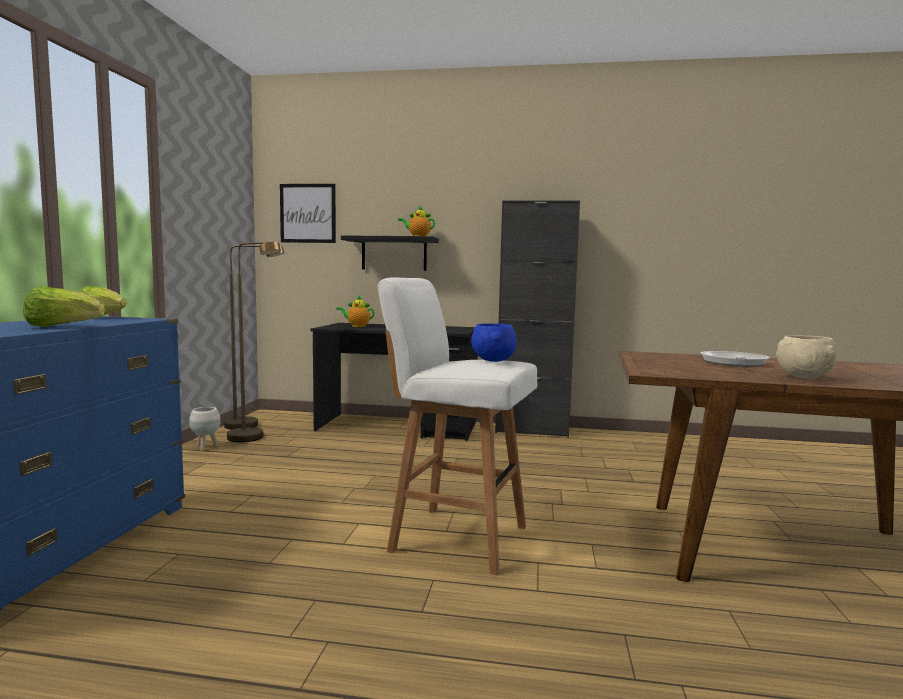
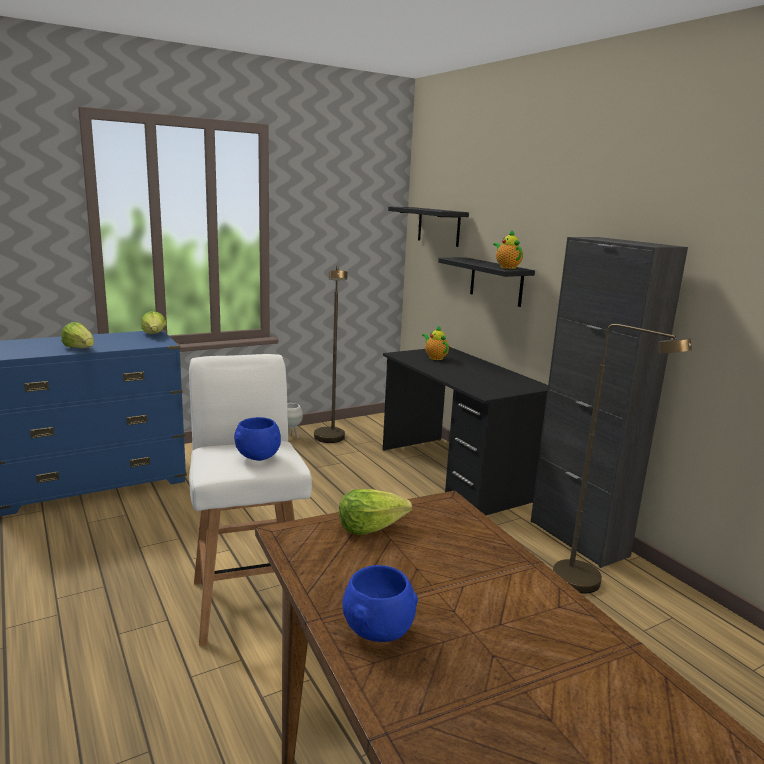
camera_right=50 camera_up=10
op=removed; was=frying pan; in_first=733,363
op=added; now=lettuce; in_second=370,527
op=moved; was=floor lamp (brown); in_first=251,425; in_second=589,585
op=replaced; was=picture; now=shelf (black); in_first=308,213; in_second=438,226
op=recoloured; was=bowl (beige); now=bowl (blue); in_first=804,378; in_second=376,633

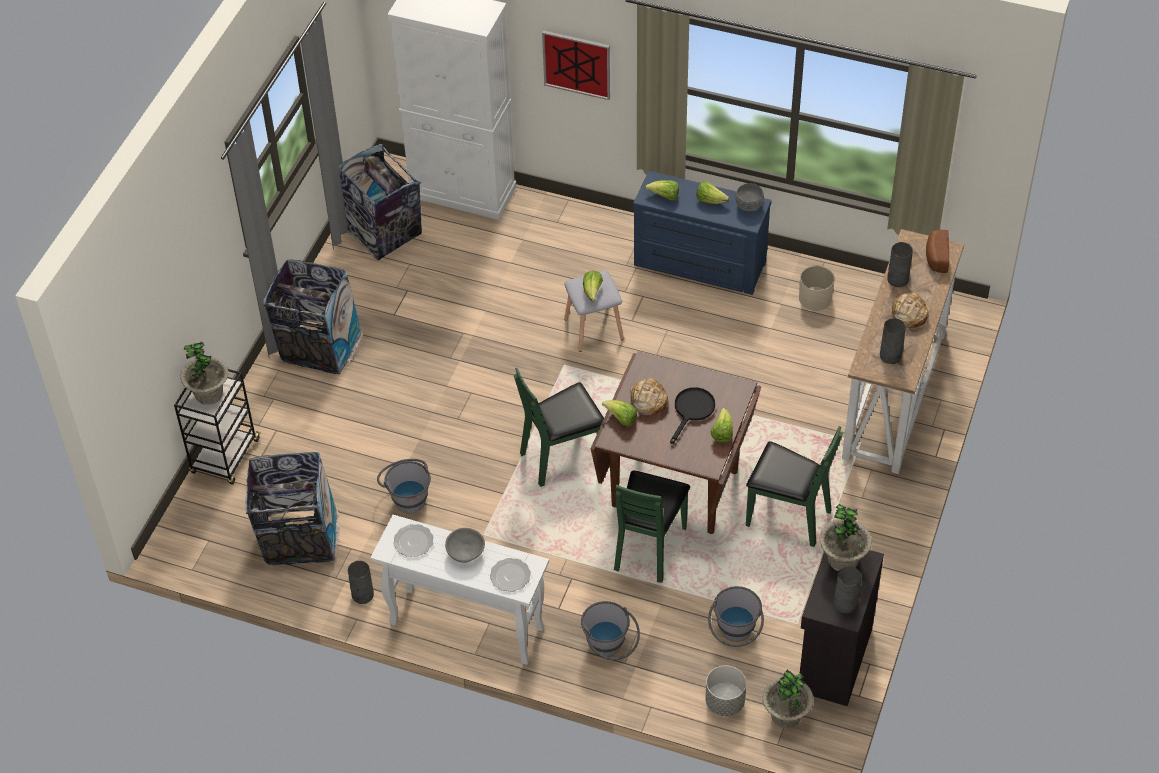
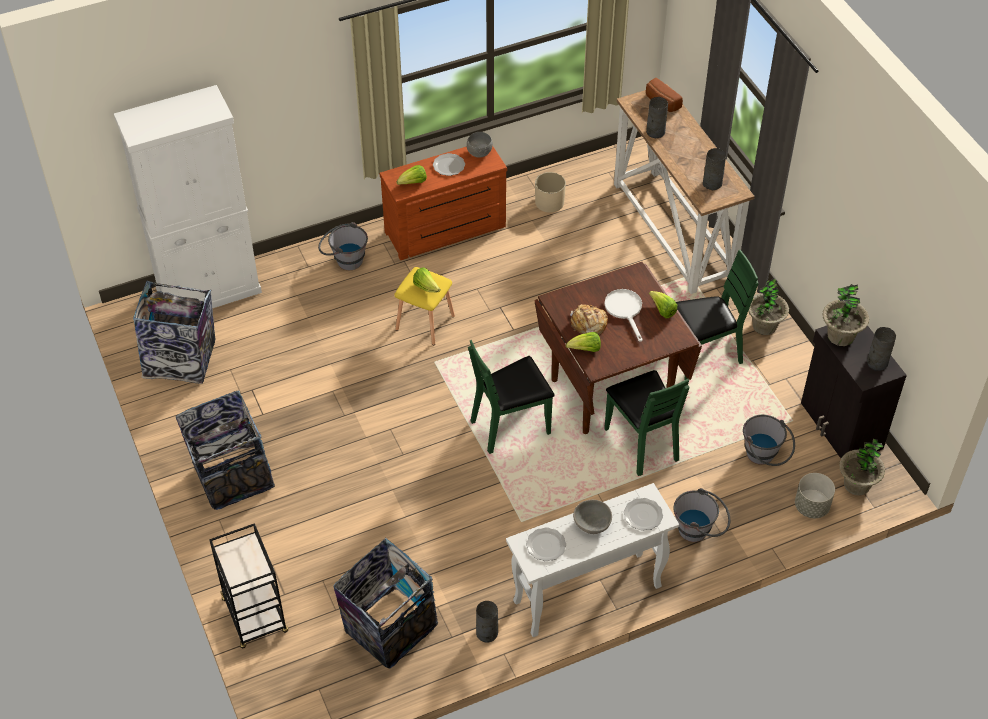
camera_right=-45 camera_up=0
op=removed; was=picture; in_first=577,64
op=removed; was=bread; in_first=908,315
op=moved; was=potted plant; in_first=209,394; in_second=764,326
op=moved; was=bucket (grey); in_first=407,497; in_second=344,260
op=replaced; was=lettuce; now=plate; in_first=710,200; in_second=448,165
op=recoloured; was=stool (grey); now=stool (yellow); in_first=593,328; in_second=424,323
op=recoloured; was=dresser (blue); now=dresser (brown); in_first=699,266; in_second=446,231
op=recoloured; was=frying pan (black); now=frying pan (white); in_first=692,411; in_second=625,310
op=turned; was=chair (green); in_first=562,457; in_second=510,426; clockwise=45

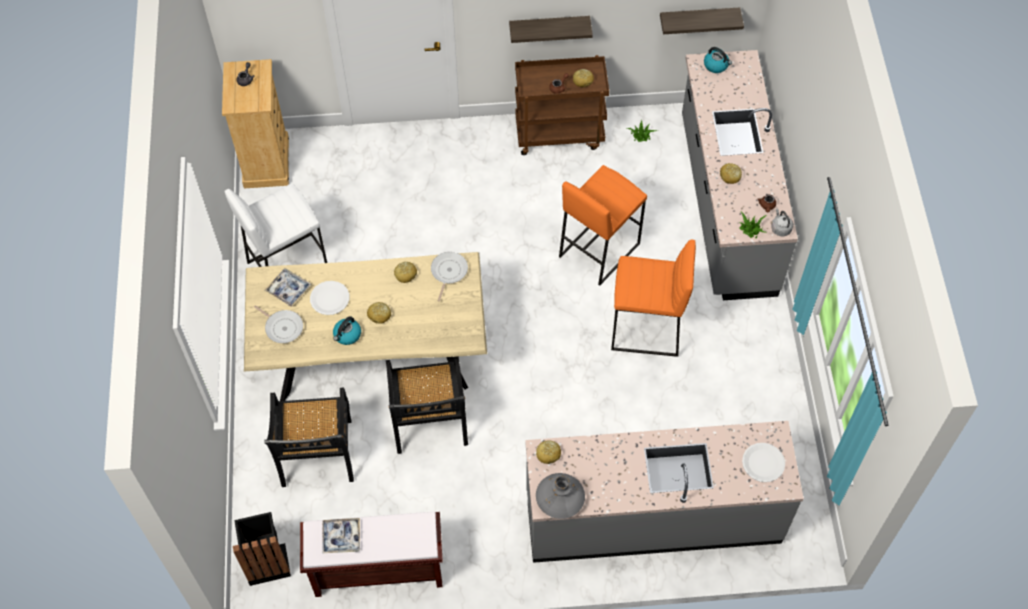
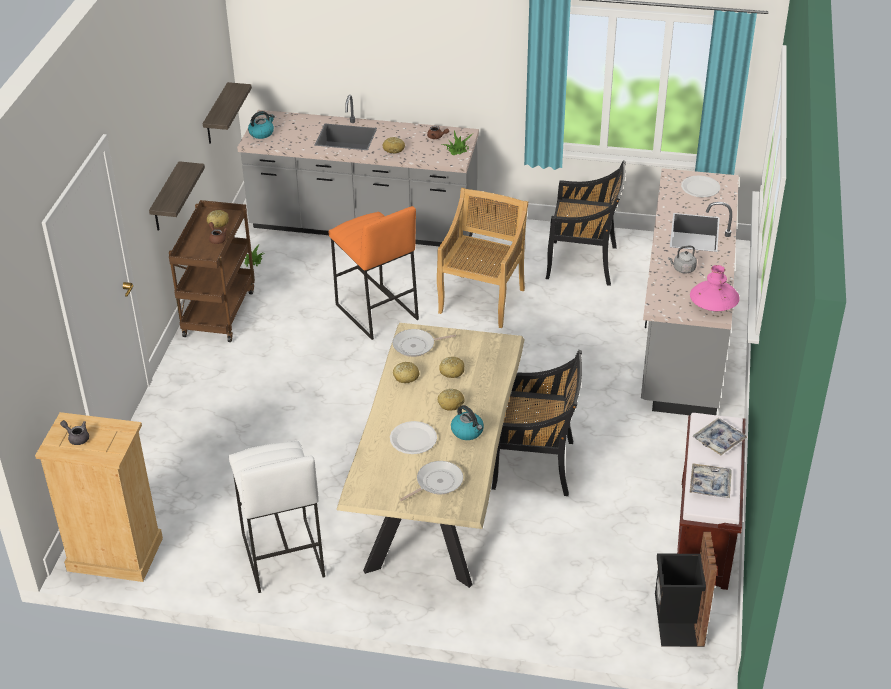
camera_right=-75 camera_up=-20
op=moved; was=chair (black); in_first=317,455; in_second=583,263
op=moved; was=tray; in_first=288,289; in_second=719,440
op=moved; was=bread; in_first=548,454; in_second=452,371
op=moved; was=kettle (grey); in_first=780,228; in_second=682,269
op=replaced; was=stool (orange); now=chair (beige); in_first=646,330; in_second=482,300
op=recoloured; was=vase (grey); now=vase (pink); in_first=560,499; in_second=713,303
op=turned; was=frying pan; in_first=448,272; in_second=416,346; clockwise=-45

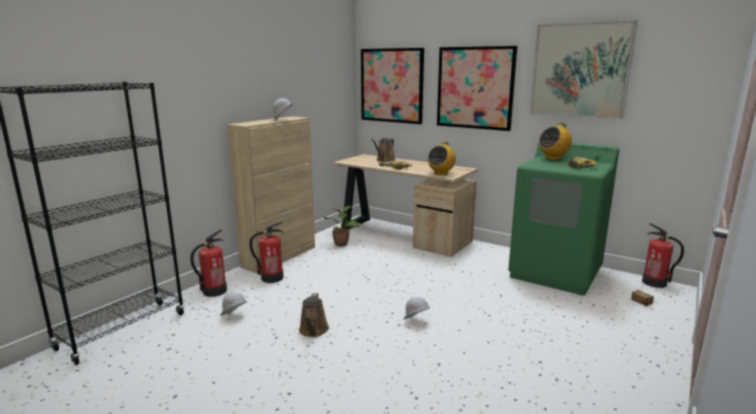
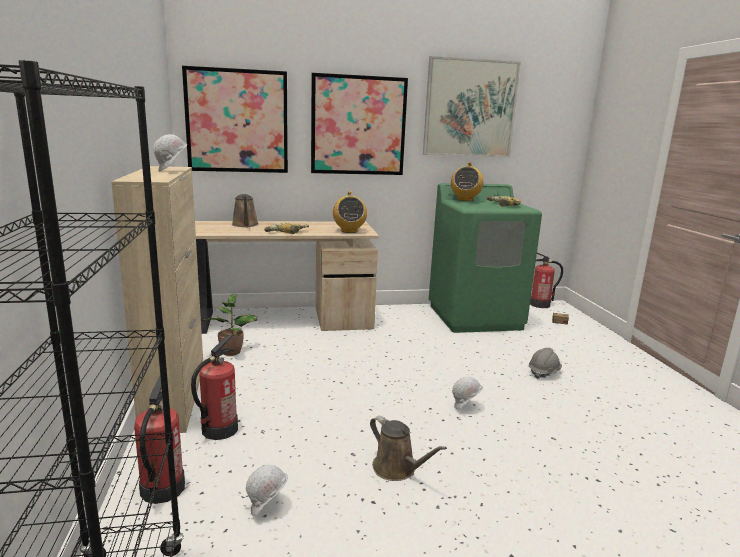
camera_right=-45 camera_up=0
op=added; now=hard hat (grey); in_second=543,373

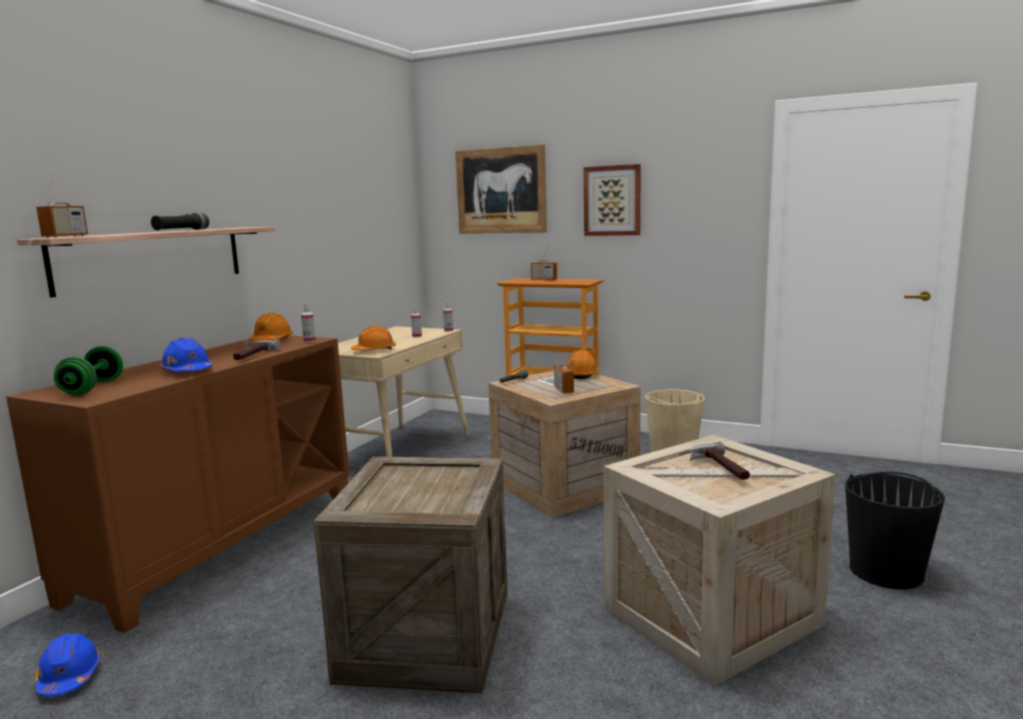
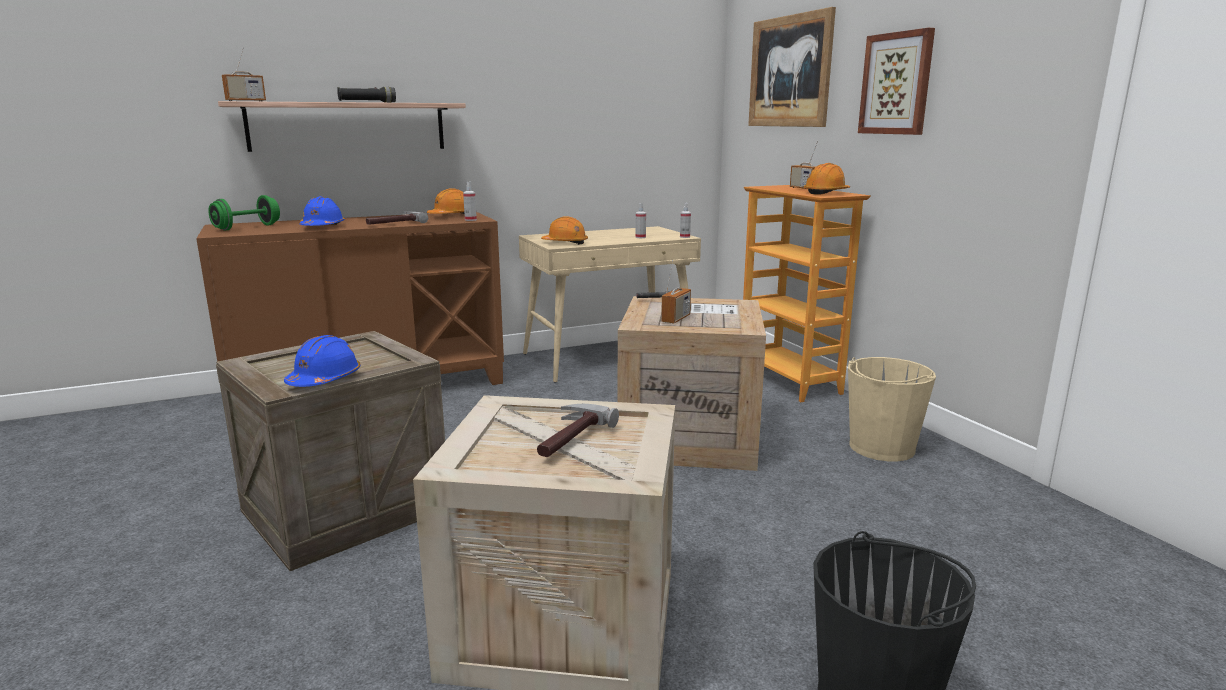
camera_right=40 camera_up=5
op=moved; was=hard hat (blue); in_first=69,677; in_second=324,380
op=moved; was=hard hat (orange); in_first=581,375; in_second=826,193

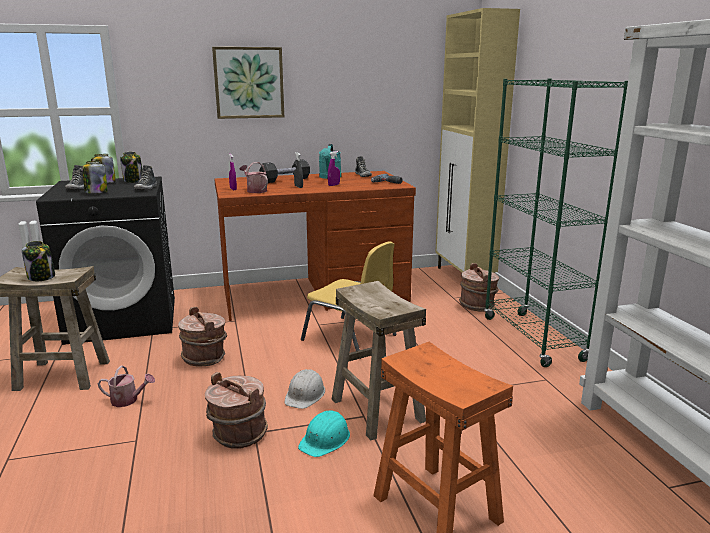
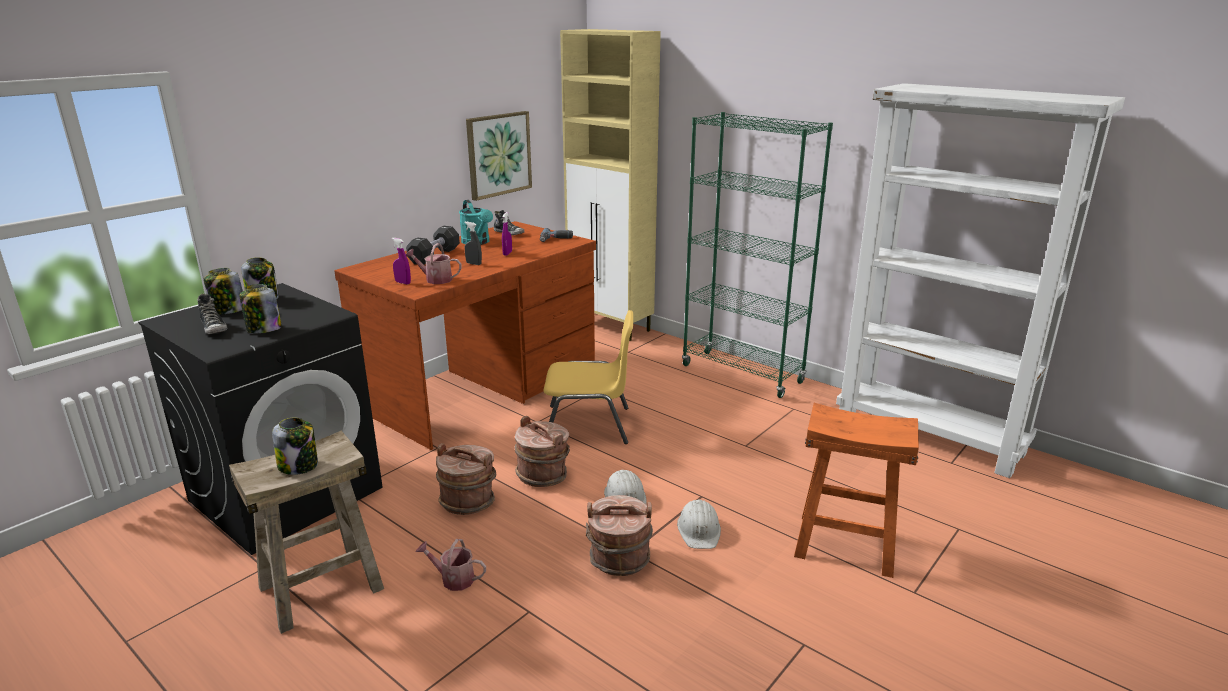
camera_right=-35 camera_up=5
op=removed; was=shoe; in_first=146,188
op=removed; was=stool (beige); in_first=378,410
op=moved; was=picture; in_first=249,83; in_second=498,154
op=moved; was=bucket (brown); in_first=477,306; in_second=543,475
op=recoloured; was=hard hat (turquoise); now=hard hat (white); in_first=325,439; in_second=699,530
op=turned; was=watering can; in_first=128,400; in_second=453,579; clockwise=-135

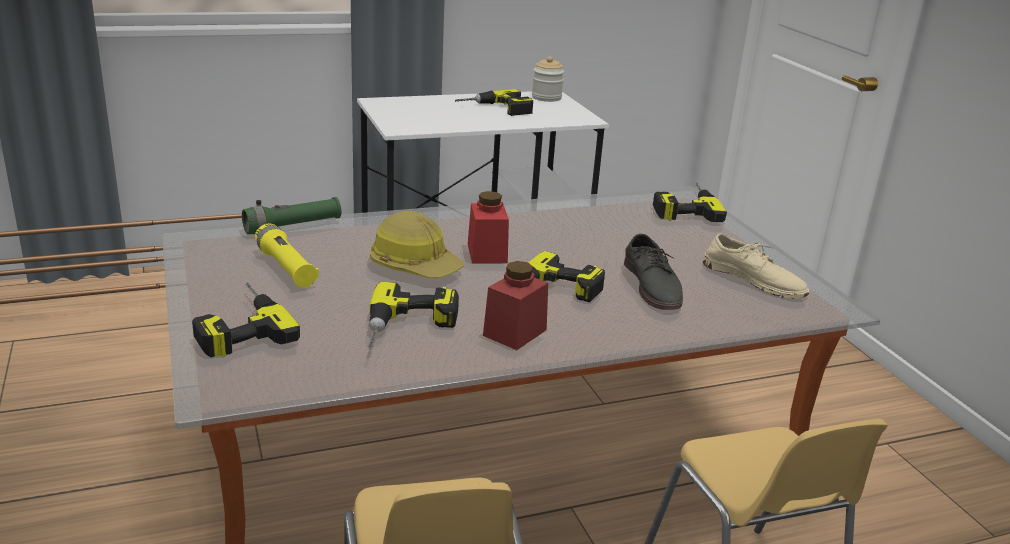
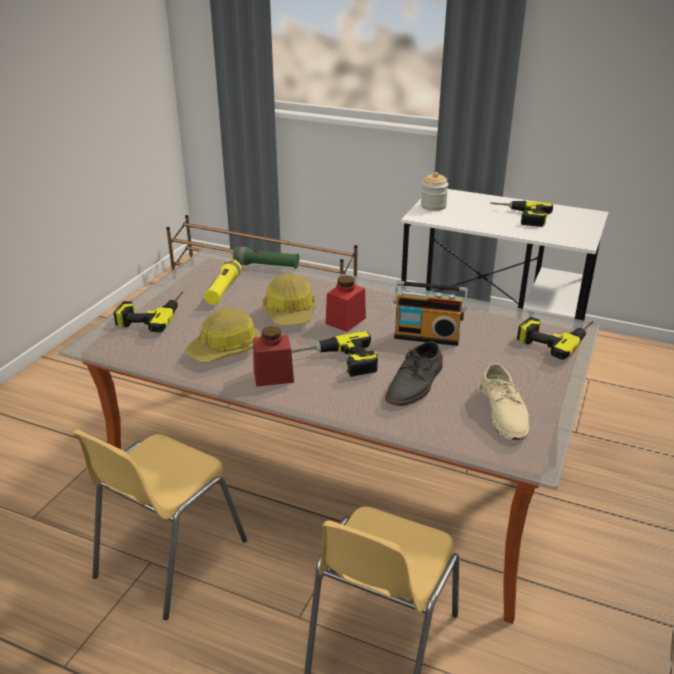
camera_right=45 camera_up=5
op=added; now=radio; in_second=427,336
op=moved; was=jar; in_first=546,98; in_second=433,206
op=replaced; was=power drill; now=hard hat; in_first=410,328; in_second=225,349

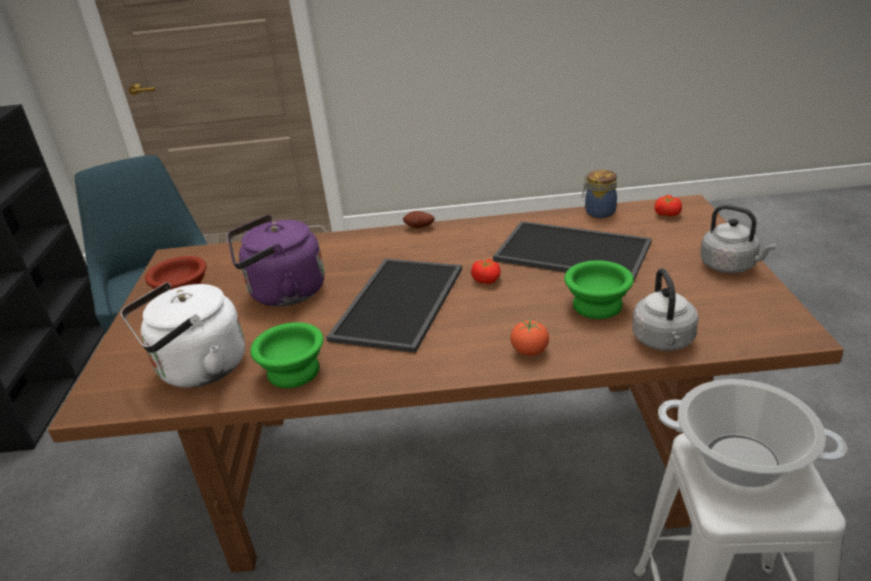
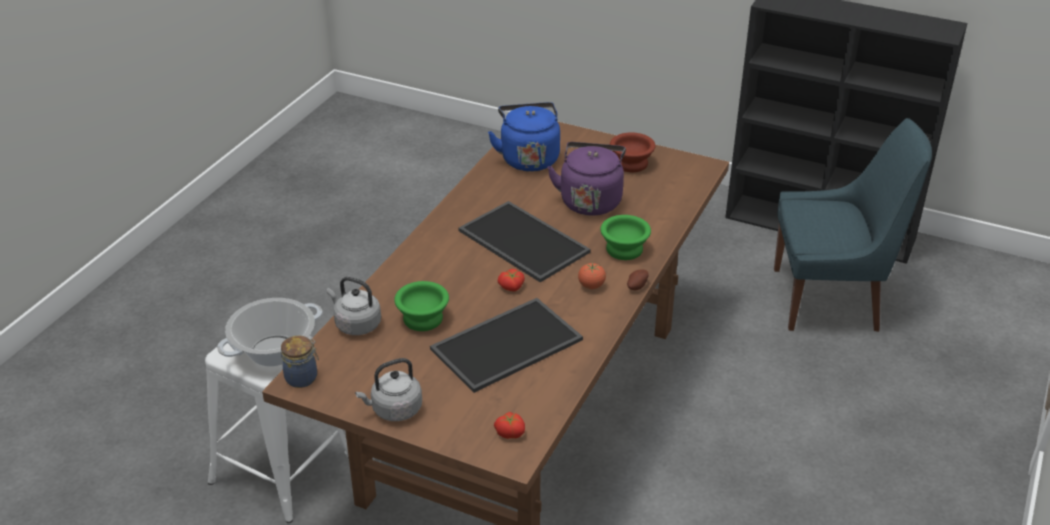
camera_right=115 camera_up=5
op=moved; was=bowl (green); in_first=292,373; in_second=623,249
op=moved; was=tomato; in_first=530,352; in_second=591,286
op=moved; was=jar; in_first=598,212; in_second=303,377
op=recoloured; was=kettle (white); now=kettle (blue); in_first=198,370; in_second=528,158

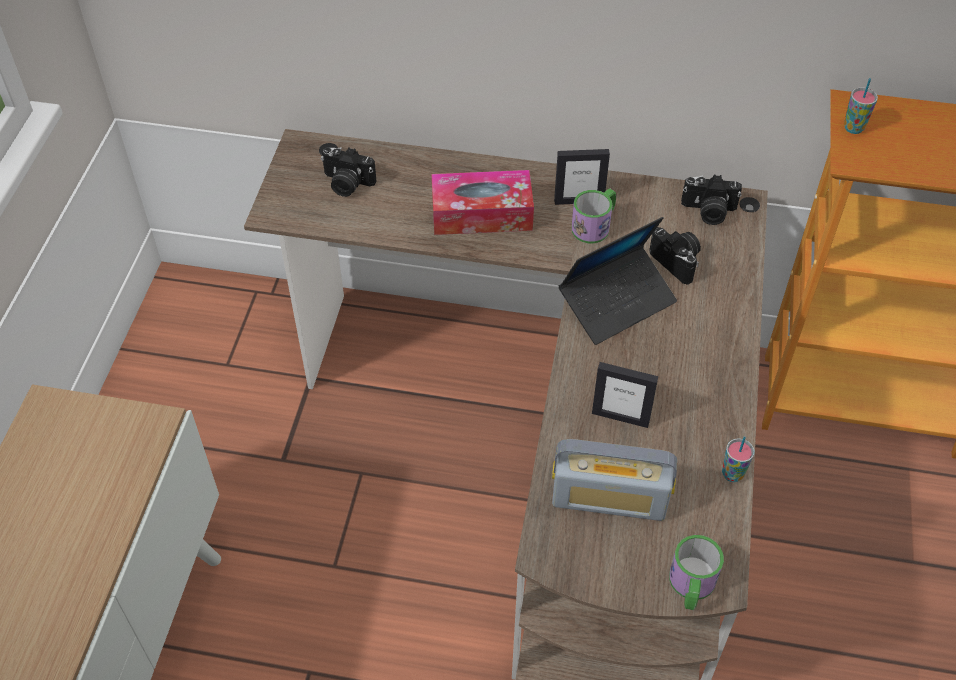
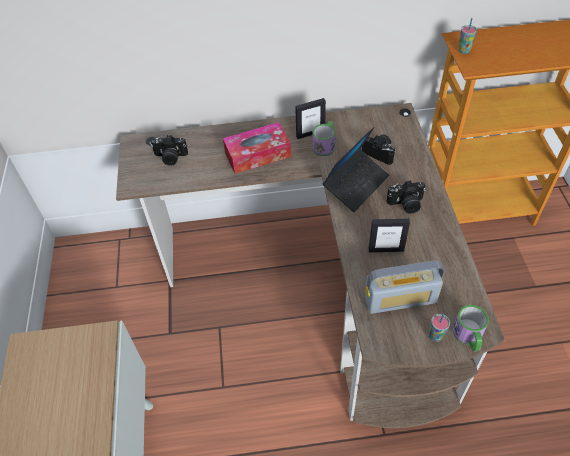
camera_right=-15 camera_up=0
op=moved; was=photo camera; in_first=708,212; in_second=406,204
op=moved; was=cup; in_first=732,474; in_second=435,336

